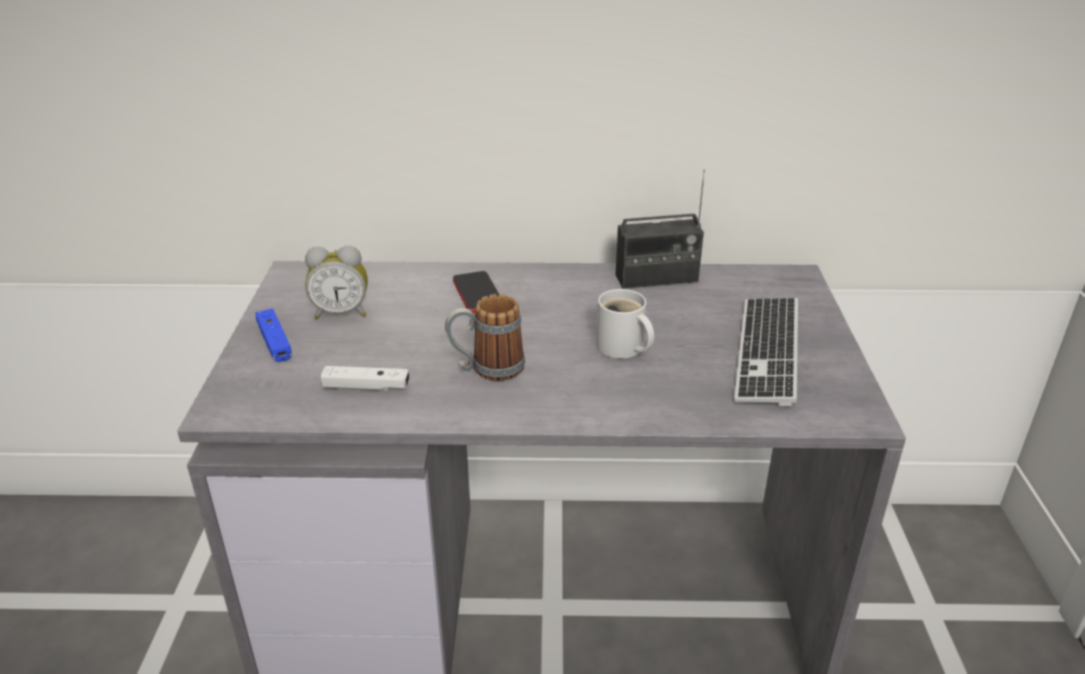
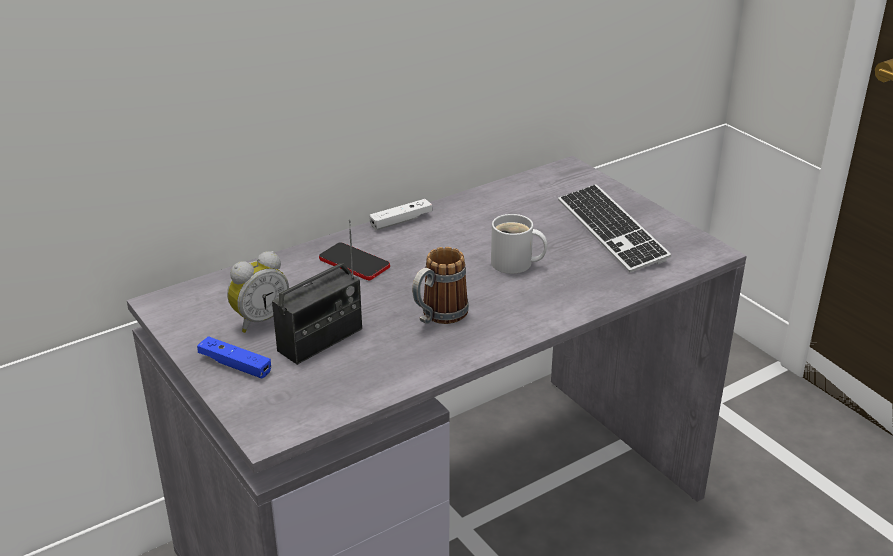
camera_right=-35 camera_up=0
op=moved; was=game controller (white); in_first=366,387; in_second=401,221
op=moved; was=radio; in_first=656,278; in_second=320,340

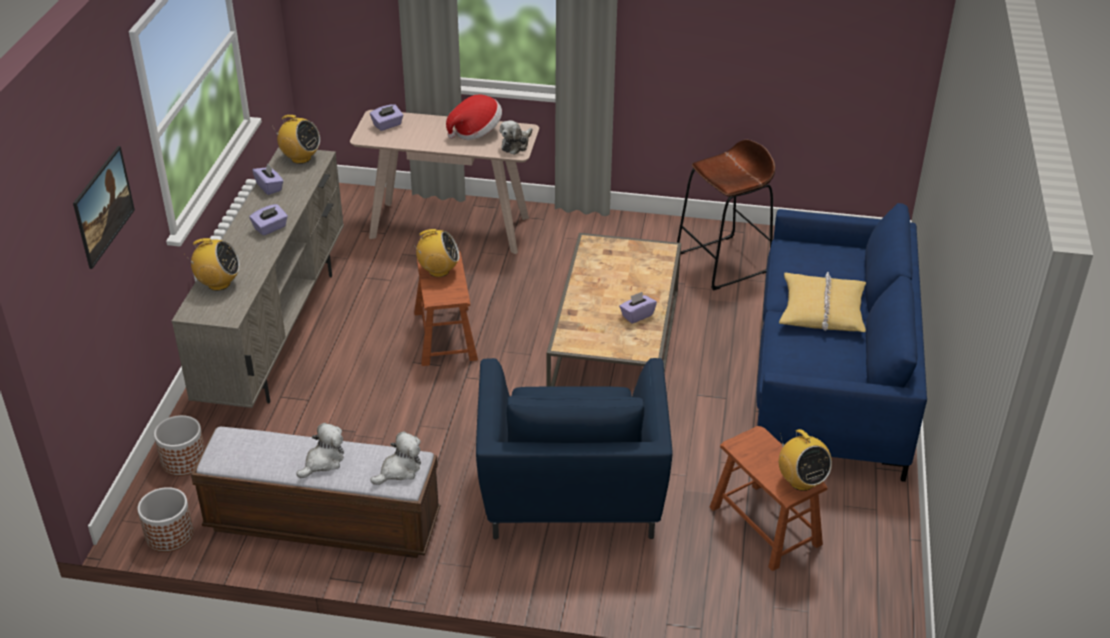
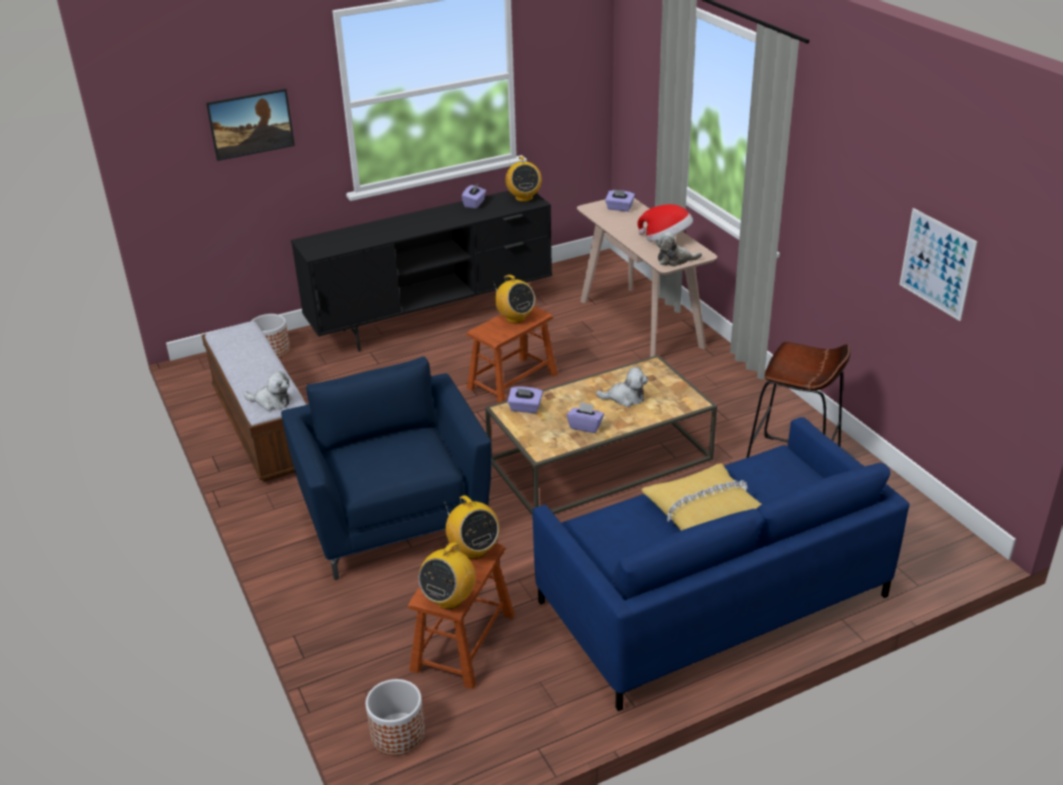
camera_right=55 camera_up=-5
op=added; now=picture; in_second=937,264
op=moved; was=planter; in_first=169,535; in_second=397,734
op=moved; was=radio; in_first=218,283; in_second=473,550
op=moved; was=tissue box (purple); in_first=270,228; in_second=525,408
op=moved; was=plush toy; in_first=323,461; in_second=625,398
op=recoloured; was=tv stand (beige); now=tv stand (black); in_first=277,332; in_second=433,319
op=turned; was=armchair (blue); in_first=571,496; in_second=394,520; clockwise=105

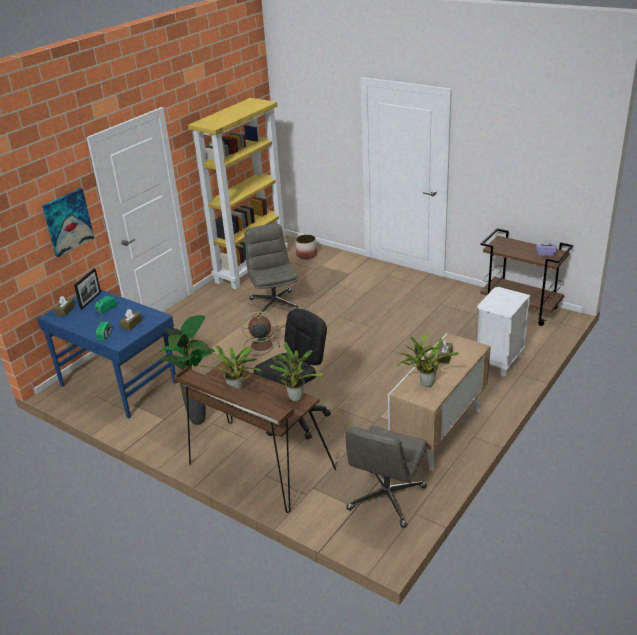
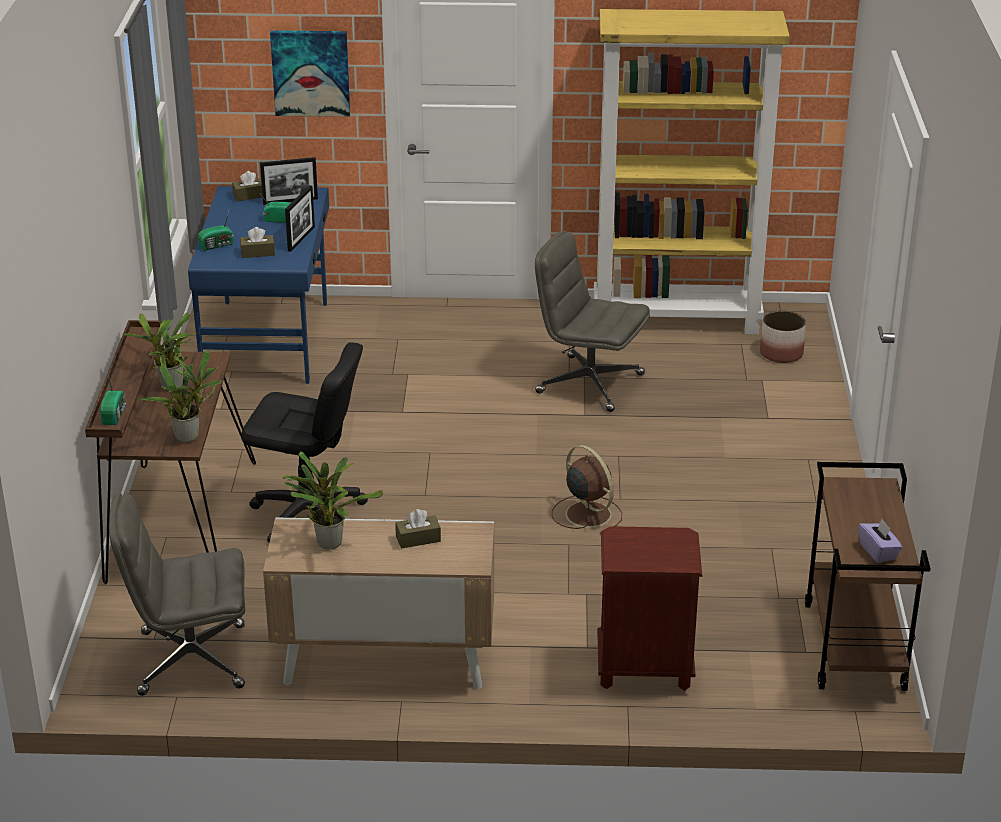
camera_right=55 camera_up=0
op=removed; was=potted plant; in_first=199,421
op=added; now=radio; in_second=115,414
op=added; now=picture frame; in_second=301,239
op=moved; was=fan (brown); in_first=260,345; in_second=586,513
op=recoloured; was=nightstand (white); now=nightstand (brown); in_first=498,361; in_second=644,668
op=turned; was=office chair (grey); in_first=274,305; in_second=588,383; clockwise=-105

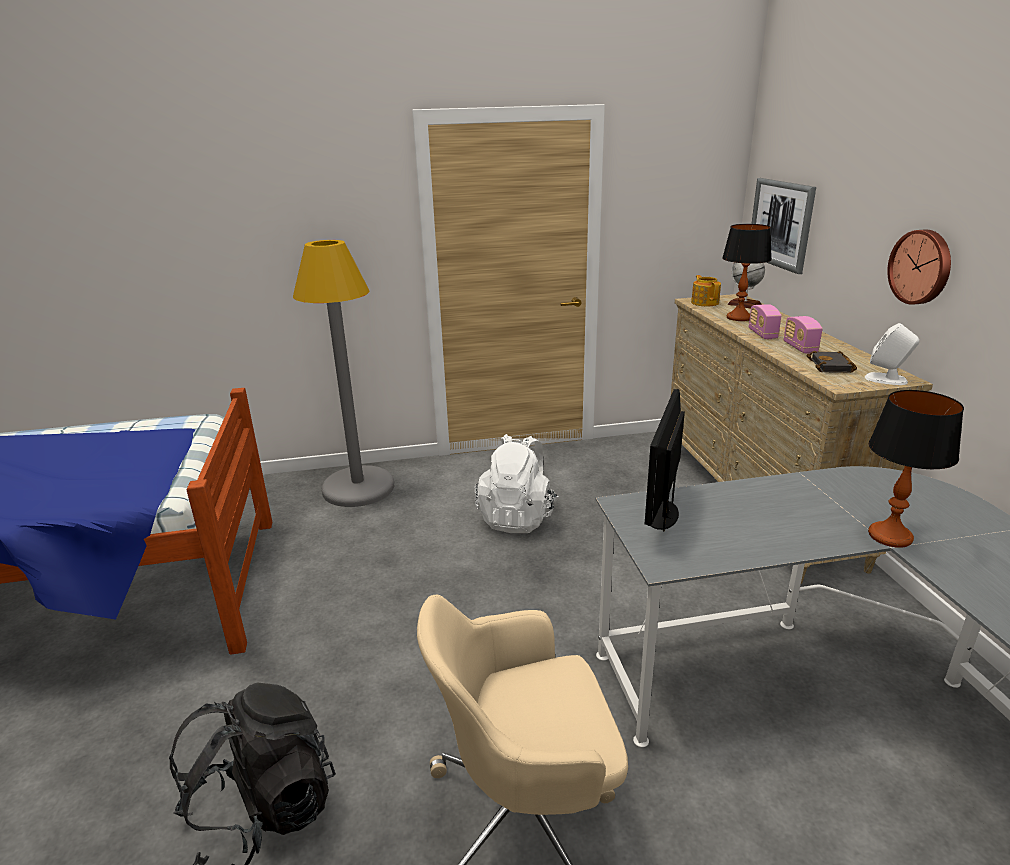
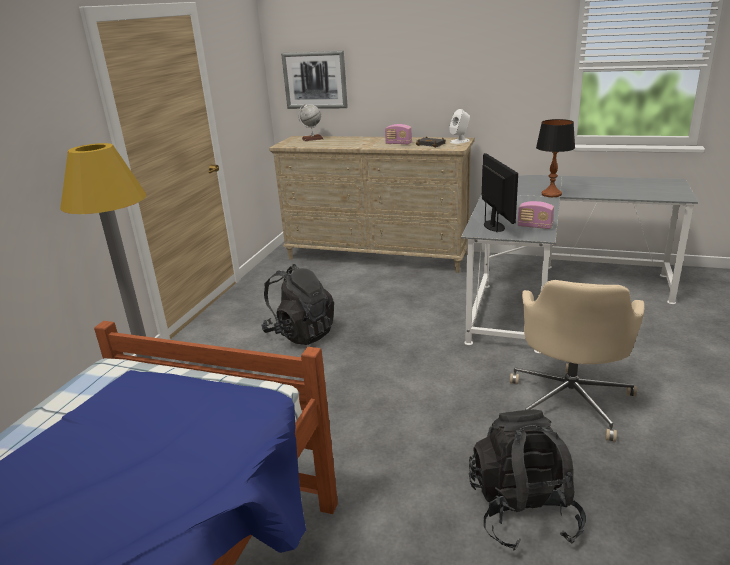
camera_right=-60 camera_up=0
op=removed; was=teapot; in_first=705,302
op=removed; was=table lamp; in_first=739,317
op=removed; was=wall clock; in_first=921,267
op=moved; was=radio; in_first=762,334; in_second=534,226
op=recoloured; was=backpack (white); now=backpack (black); in_first=517,517; in_second=300,333
op=turned; was=monitor; in_first=661,514; in_second=494,226; clockwise=-150

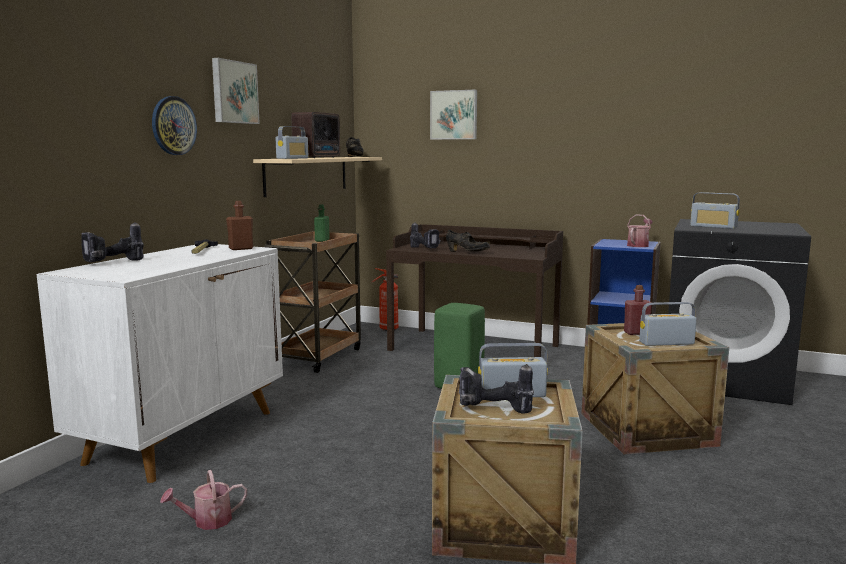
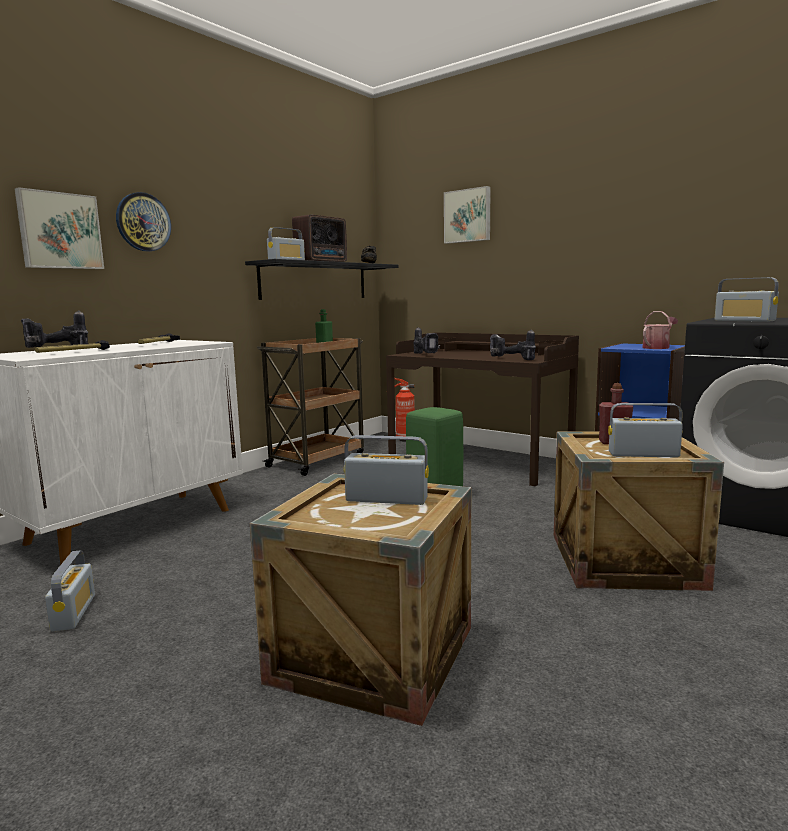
camera_right=15 camera_up=0
op=removed; was=bottle (brown); in_first=241,249
op=removed; was=shoe (black); in_first=467,252
op=added; now=hammer; in_second=74,352
op=moved; was=picture; in_first=233,92; in_second=59,231
op=moved; was=power drill; in_first=492,410; in_second=510,359
op=replaced; was=watering can; now=radio; in_first=207,521; in_second=74,613
op=recoloured; was=shelf (beige); now=shelf (black); in_first=307,175; in_second=315,281

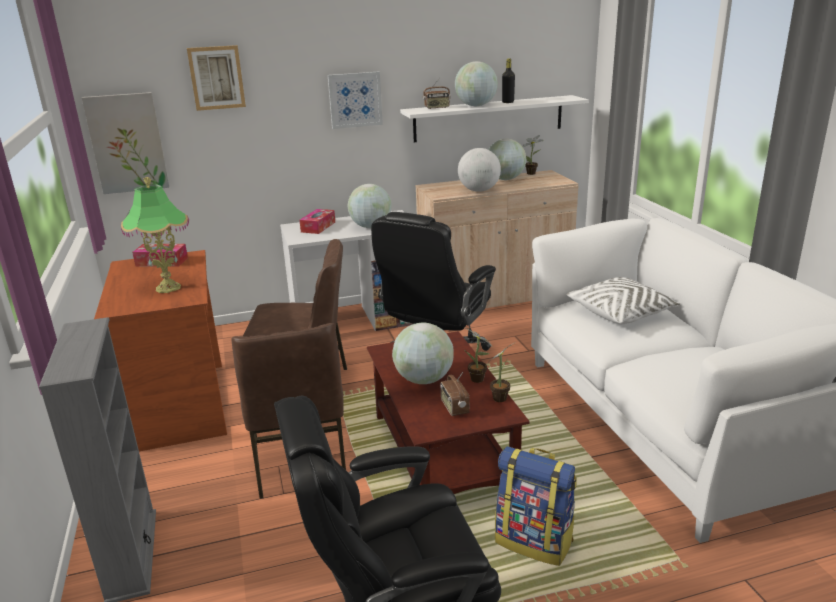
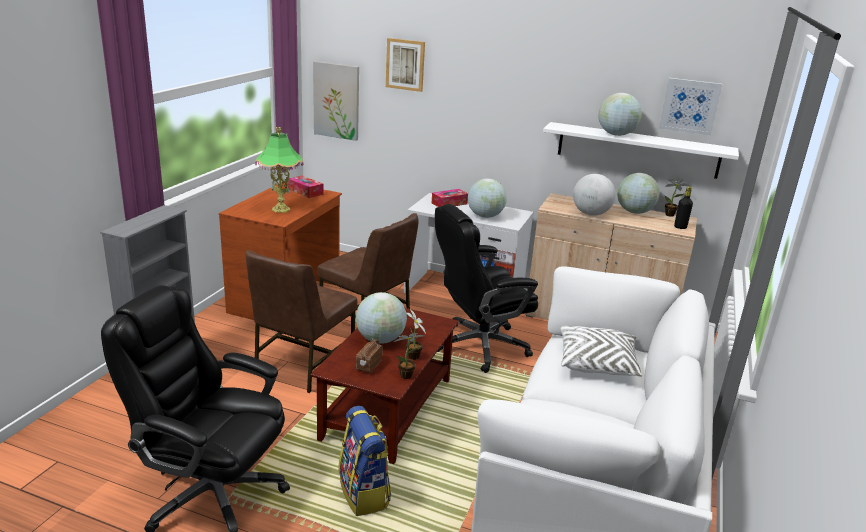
camera_right=35 camera_up=0
op=removed; was=radio; in_first=437,107
op=moved; was=picture; in_first=355,100; in_second=690,106
op=moved; was=bottle (black); in_first=508,102; in_second=680,227

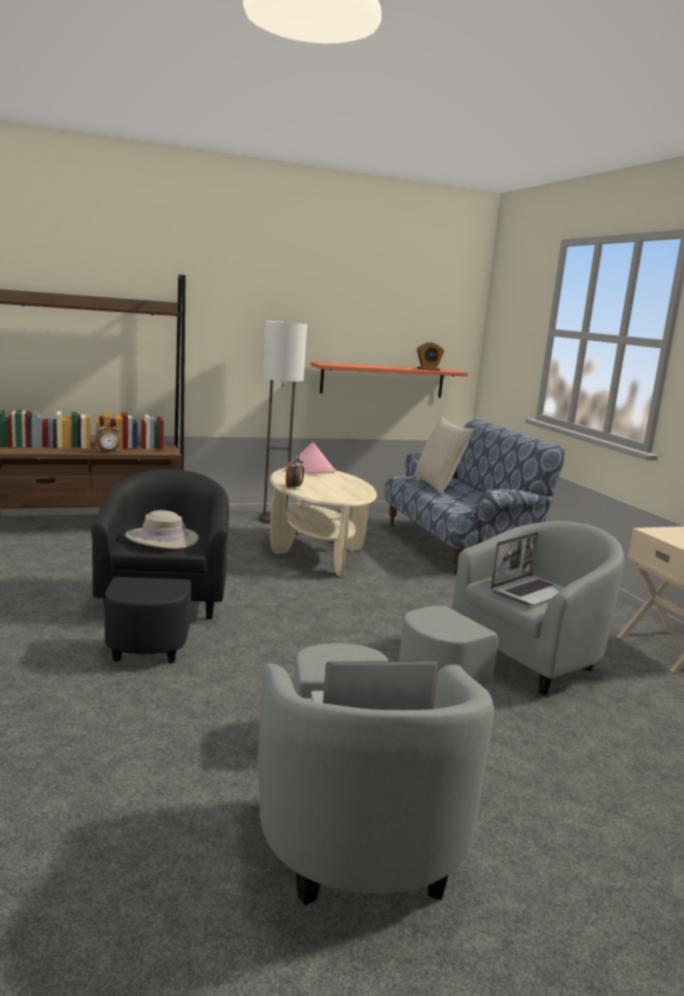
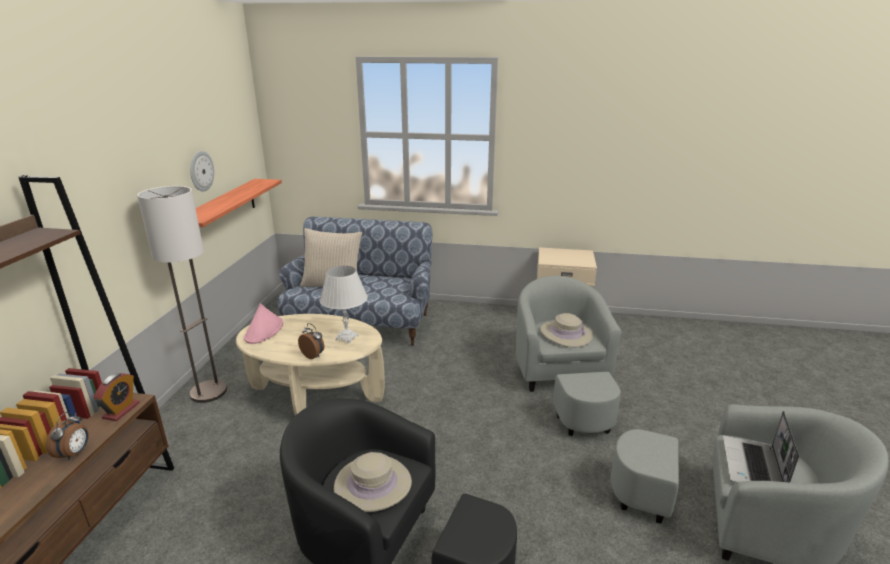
camera_right=-60 camera_up=10
op=added; now=wall clock; in_second=201,171
op=added; now=table lamp (white); in_second=347,338
op=moved; was=alarm clock; in_first=428,369; in_second=121,410
op=replaced; was=laptop; now=hat (beige); in_first=530,591; in_second=566,334

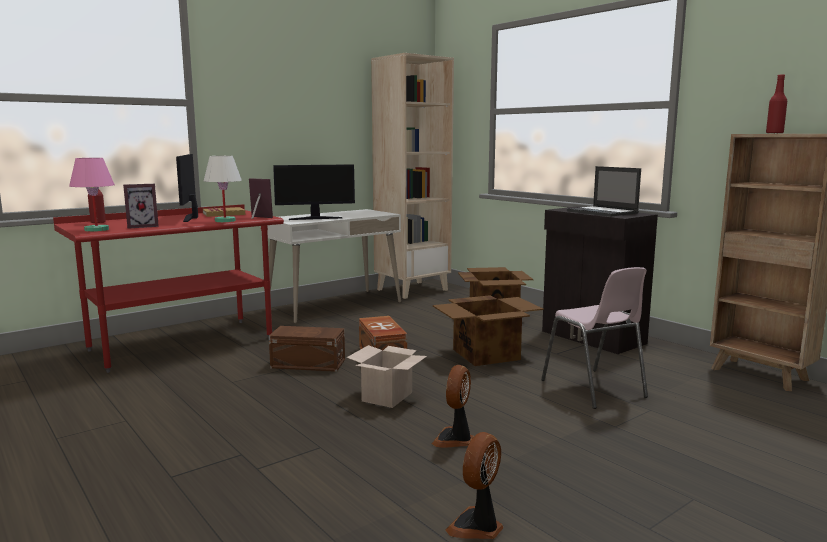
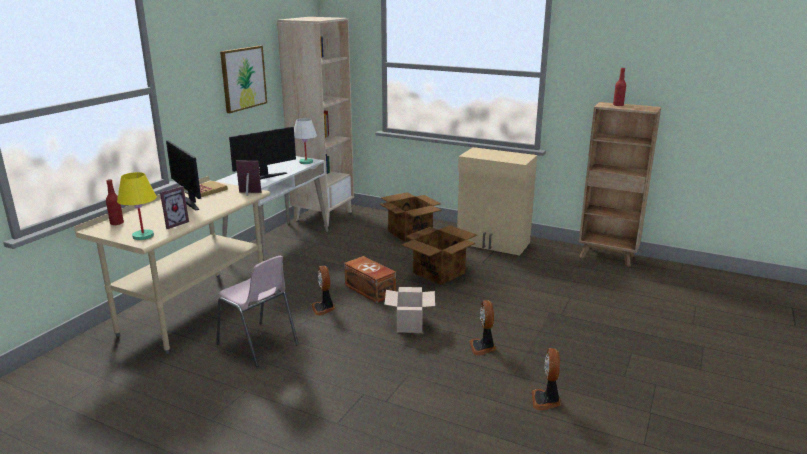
camera_right=-25 camera_up=10
op=removed; was=laptop; in_first=603,212
op=added; now=picture; in_second=243,78
op=moved; was=table lamp (white); in_first=225,221; in_second=306,162
op=moved; was=chair (pink); in_first=593,389; in_second=258,345
op=replaced; was=storage box (brown); now=fan; in_first=309,364; in_second=324,308
op=recoloured; was=desk (red); now=desk (beige); in_first=182,344; in_second=195,311
op=recoloured; was=table lamp (pink); now=table lamp (yellow); in_first=96,230; in_second=143,236
op=recoloured; was=cabinet (black); now=cabinet (beige); in_first=592,337; in_second=493,243

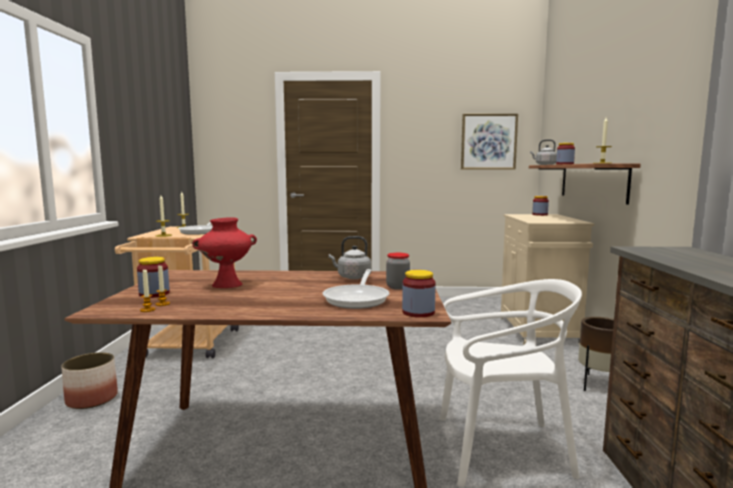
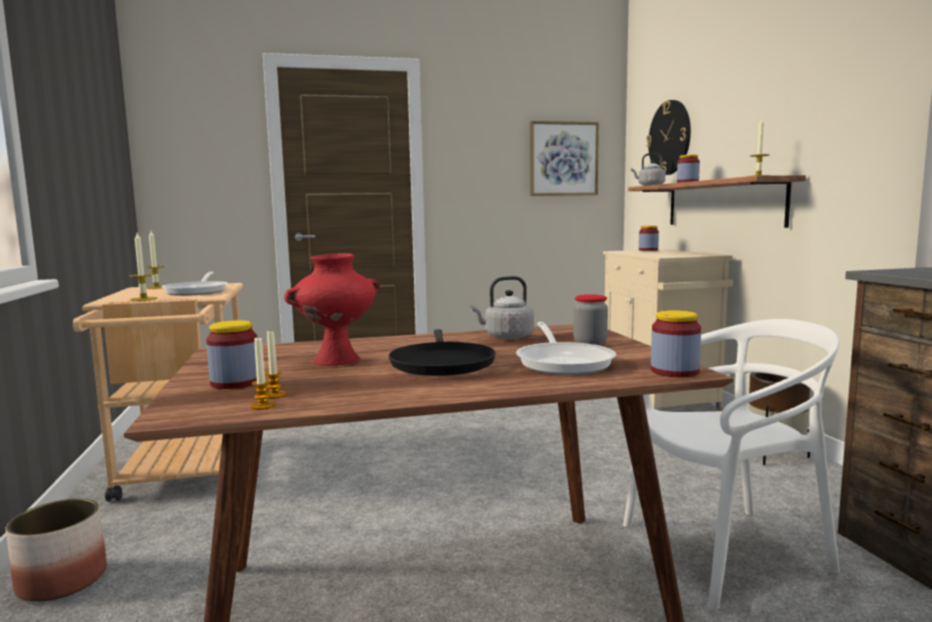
camera_right=-15 camera_up=0
op=added; now=frying pan (black); in_second=441,363
op=added; now=wall clock; in_second=669,138

